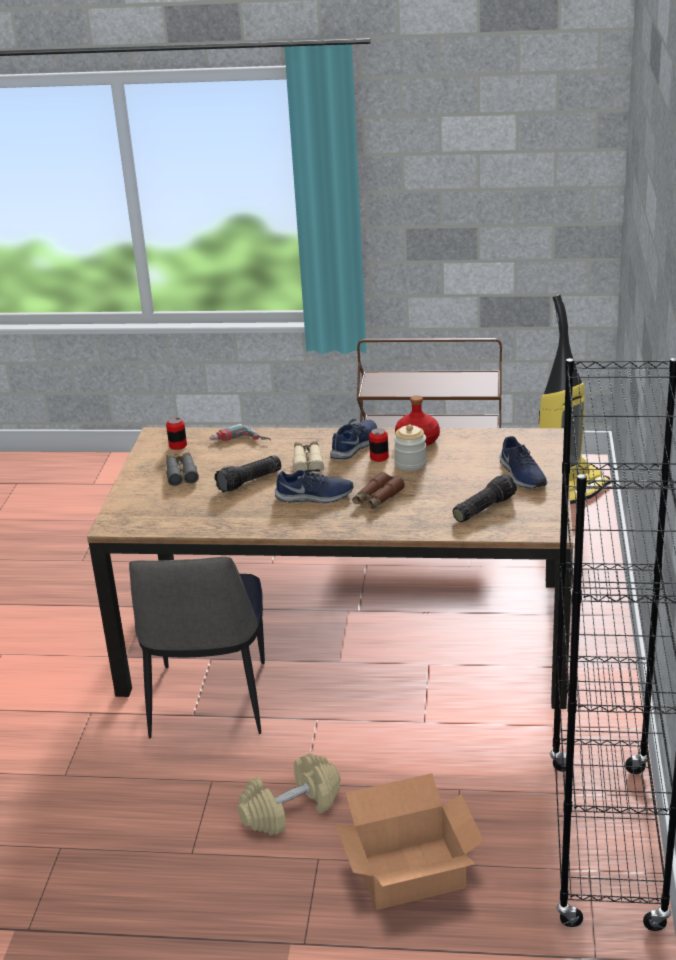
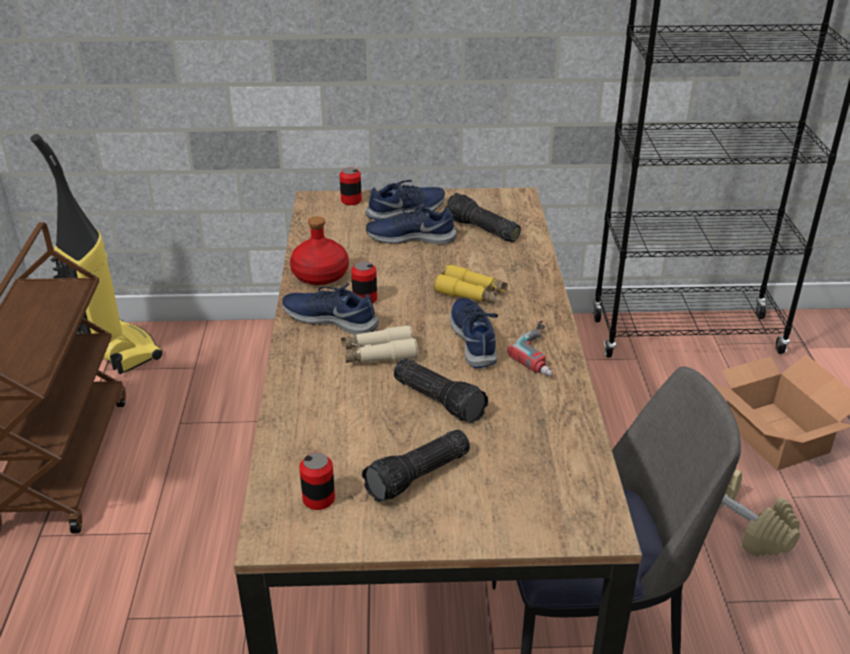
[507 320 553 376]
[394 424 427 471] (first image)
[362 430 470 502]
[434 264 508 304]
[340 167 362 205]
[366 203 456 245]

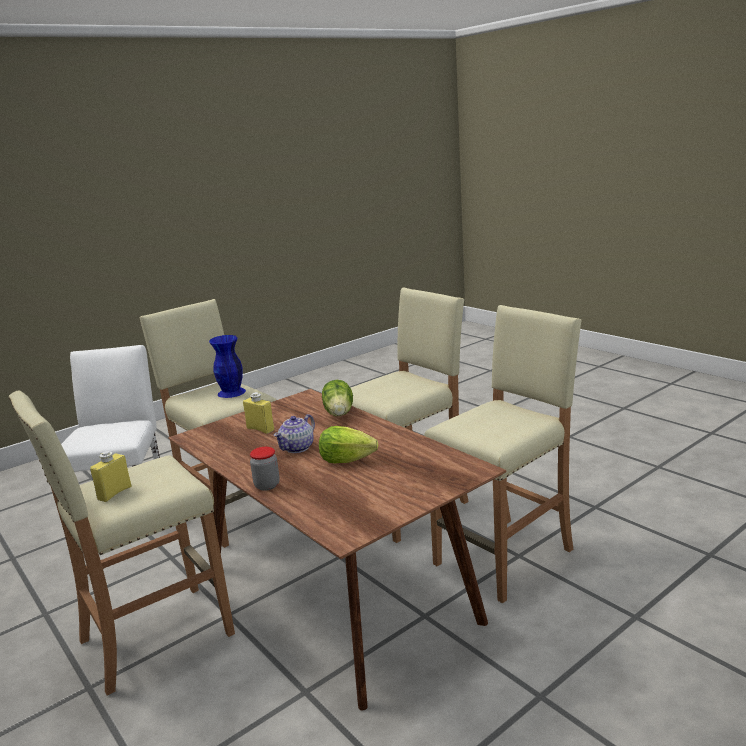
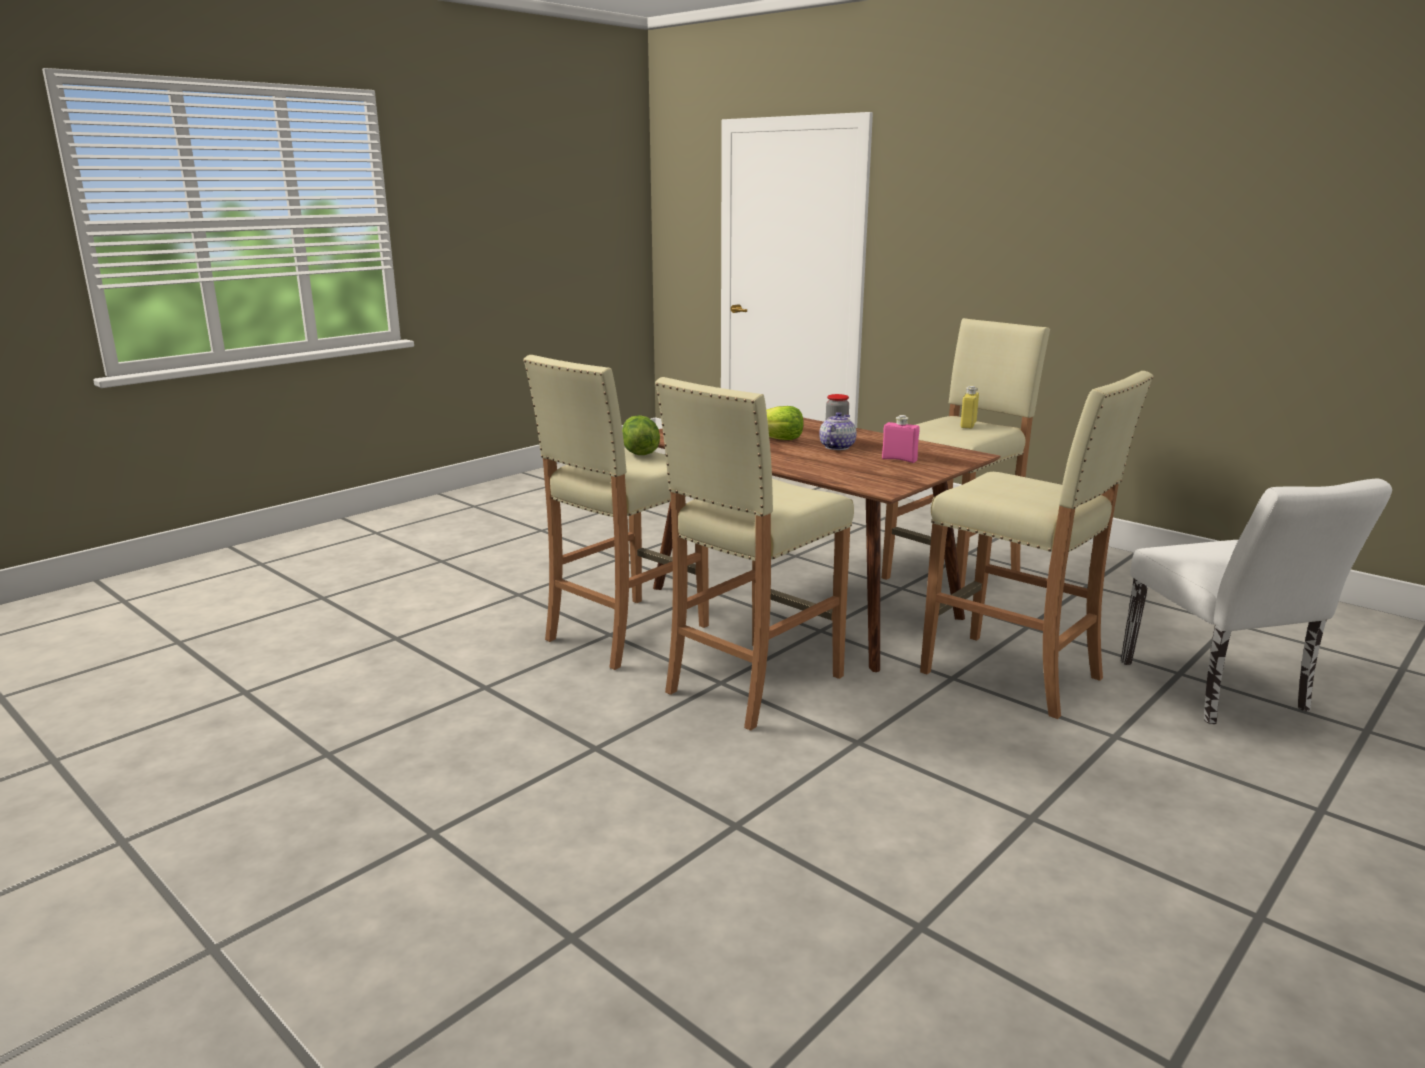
[209 335 246 398] (first image)
[622 415 660 455]
[882 415 920 463]

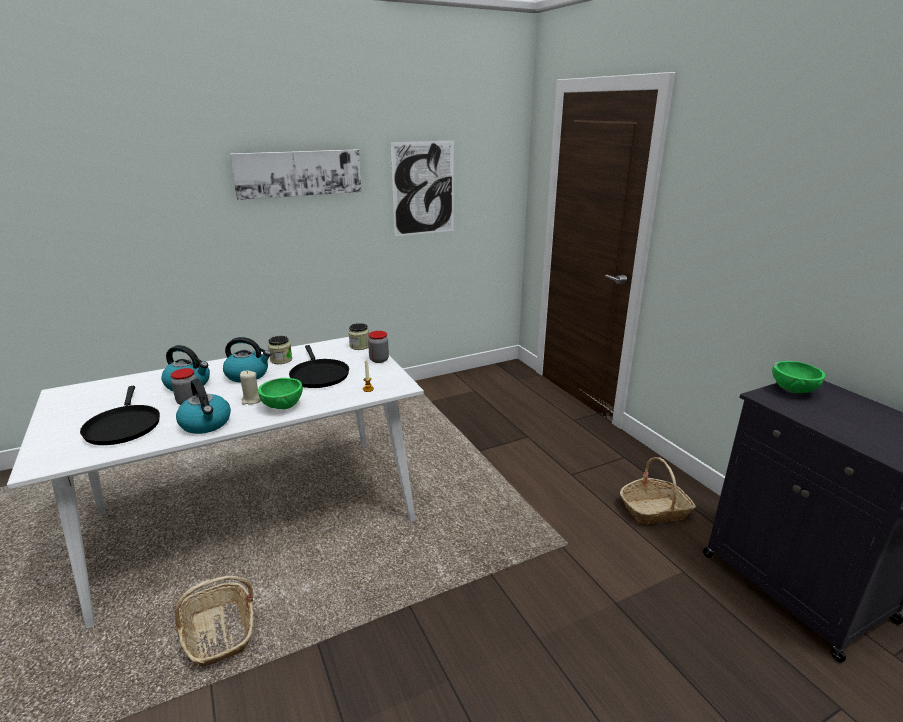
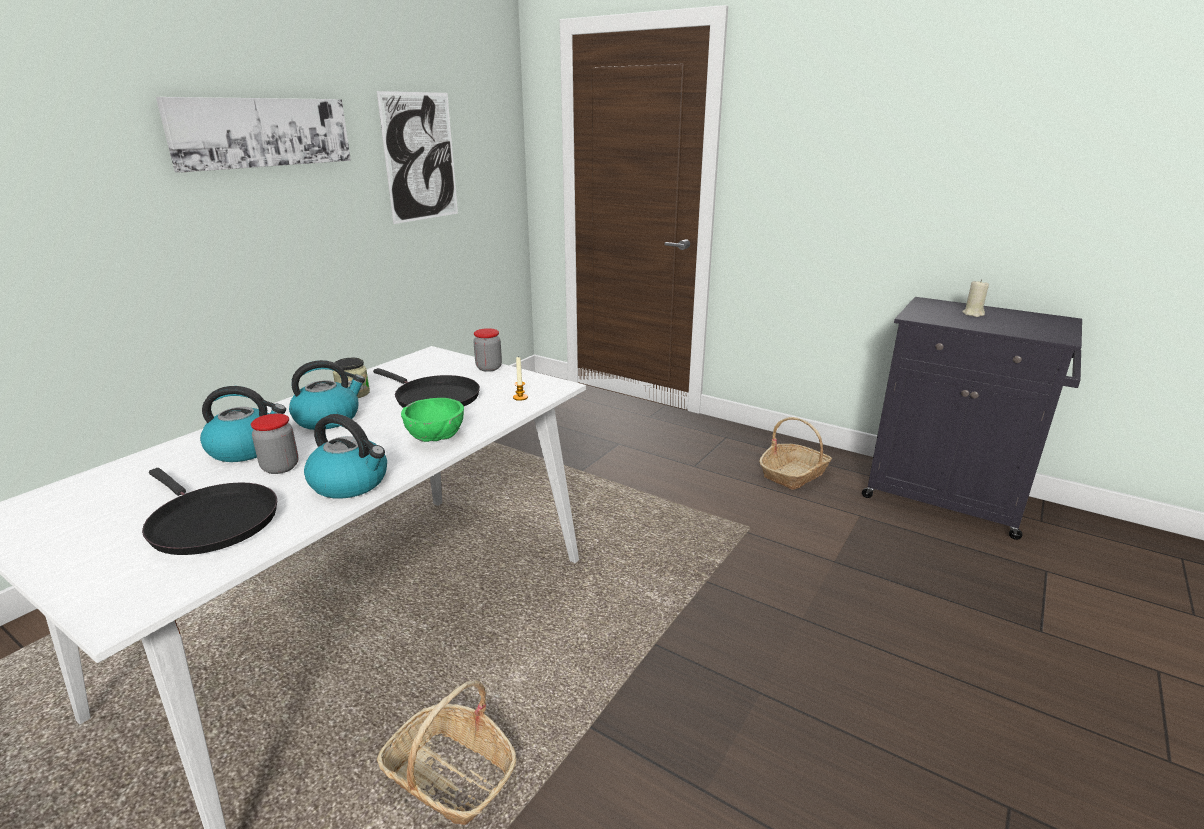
[348 323 369 350] (first image)
[772 361 825 393] (first image)
[962 279 989 317]

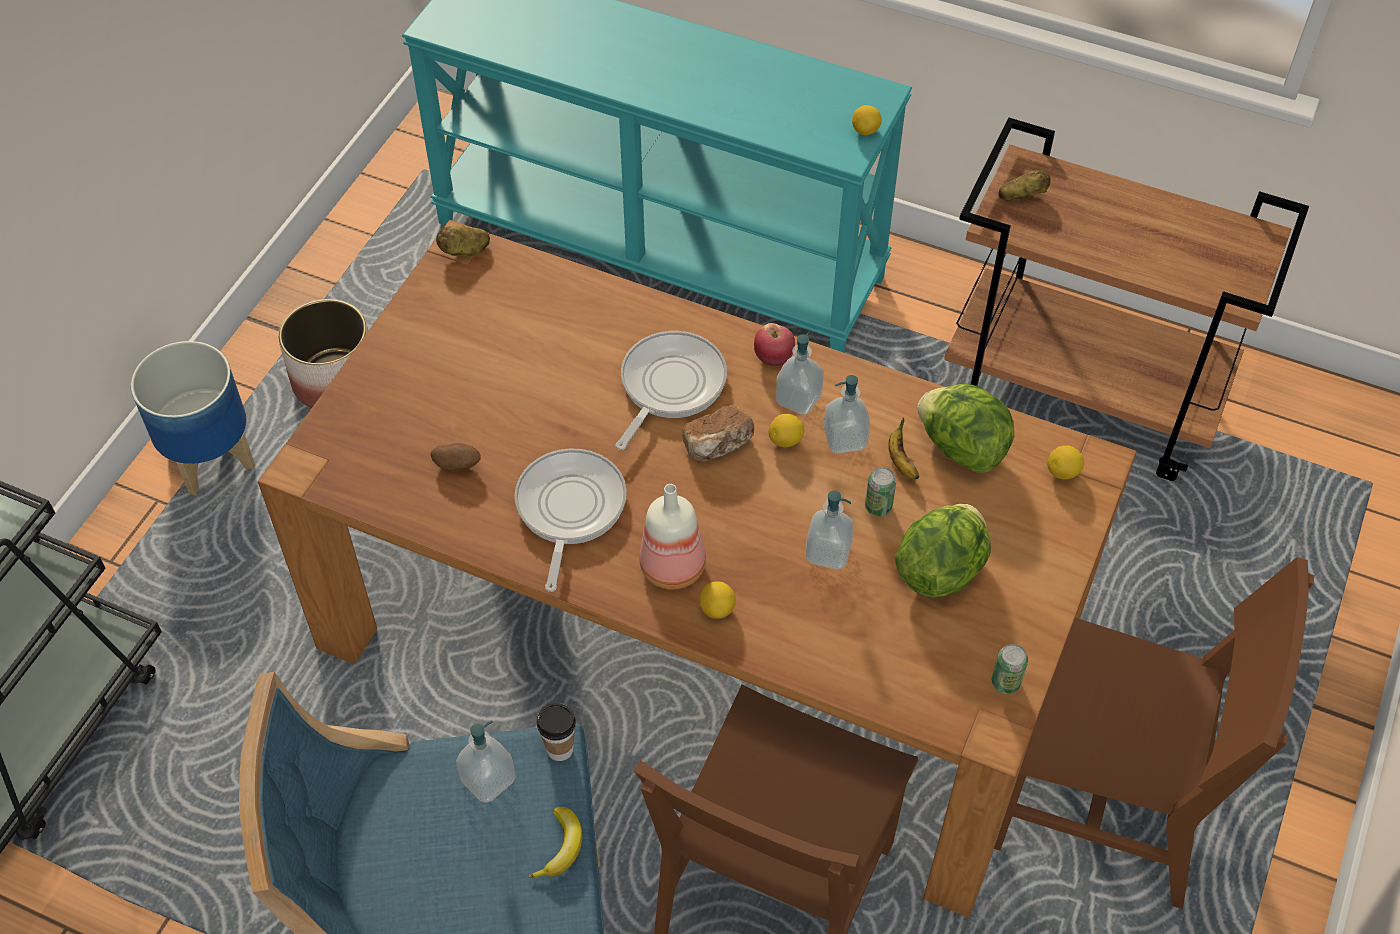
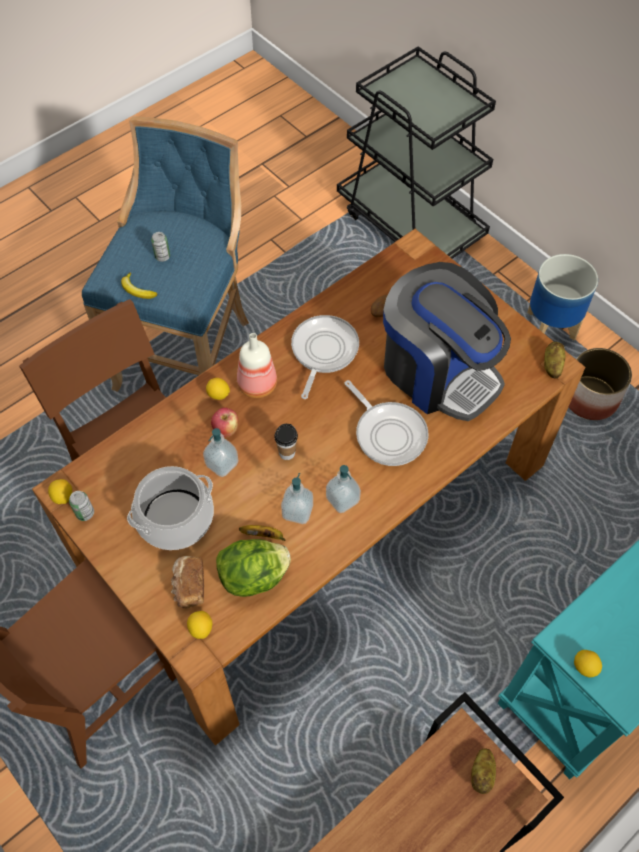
[211 408 238 438]
[171 556 204 609]
[48 479 72 504]
[291 315 359 399]
[151 232 170 262]
[127 466 214 550]
[274 424 298 460]
[456 720 516 803] (first image)
[383 262 511 421]

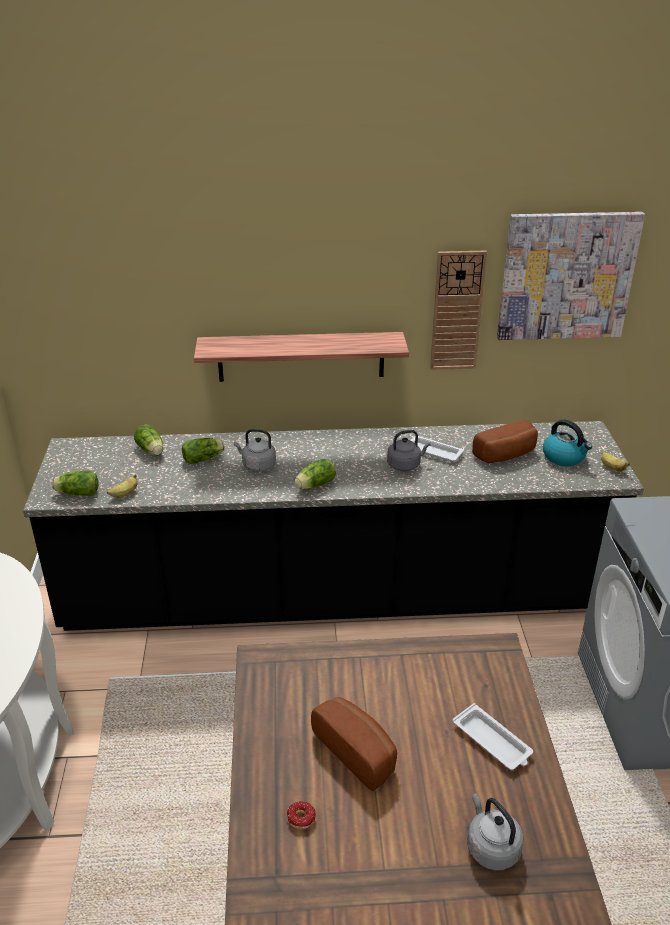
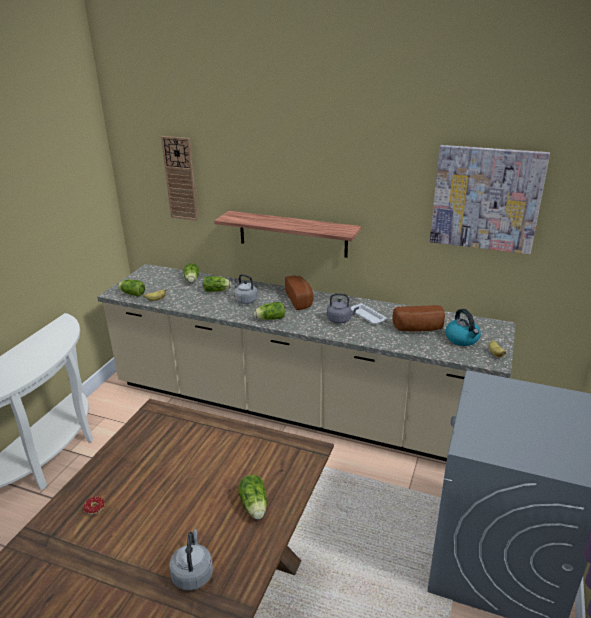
[161 136 198 221]
[97 264 516 461]
[285 275 314 310]
[238 475 267 519]

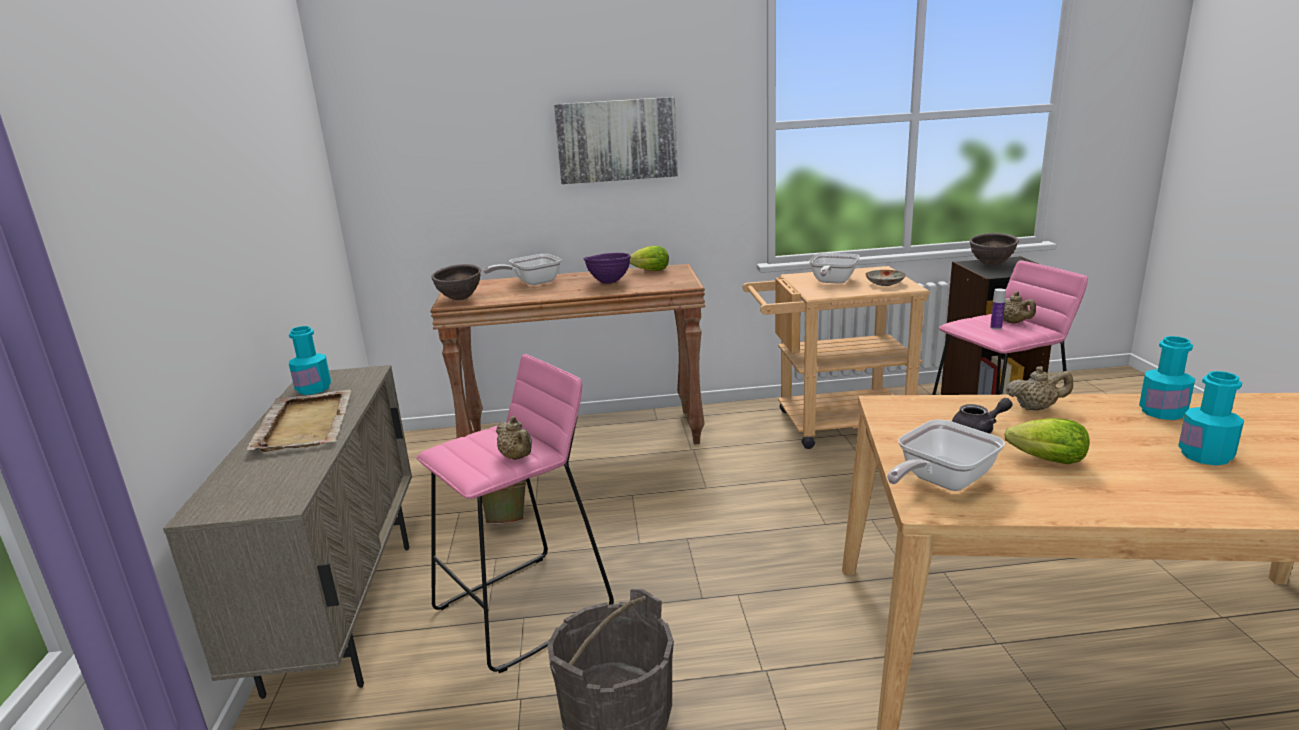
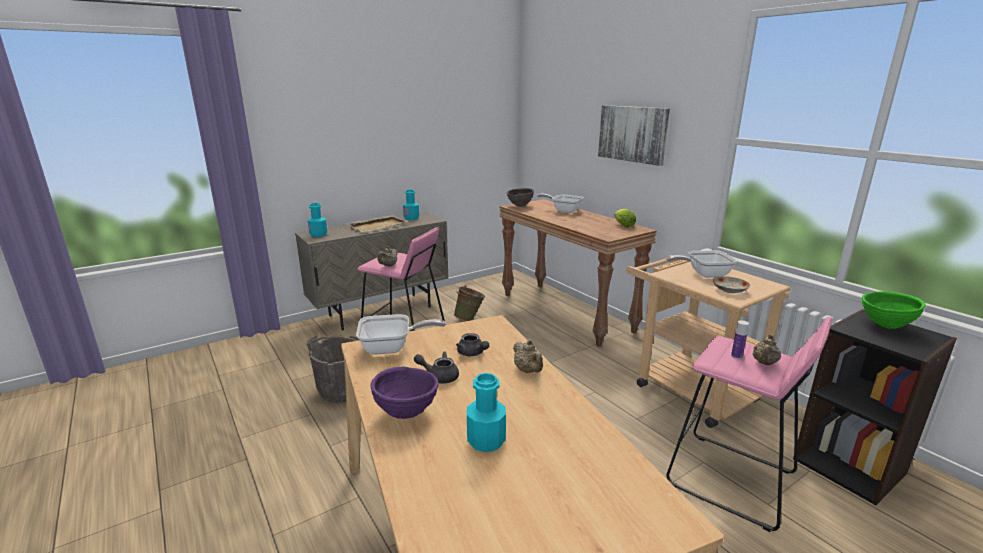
[862 291 926 329]
[370 367 439 419]
[308 203 327 237]
[414 351 459 384]
[356 314 446 355]

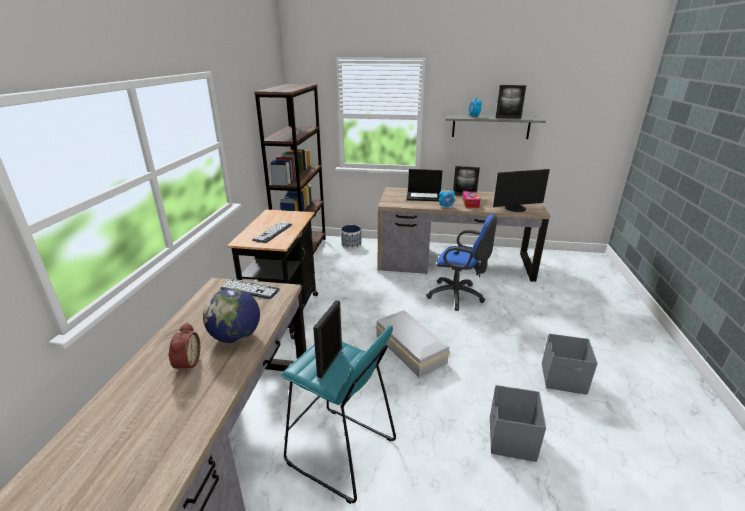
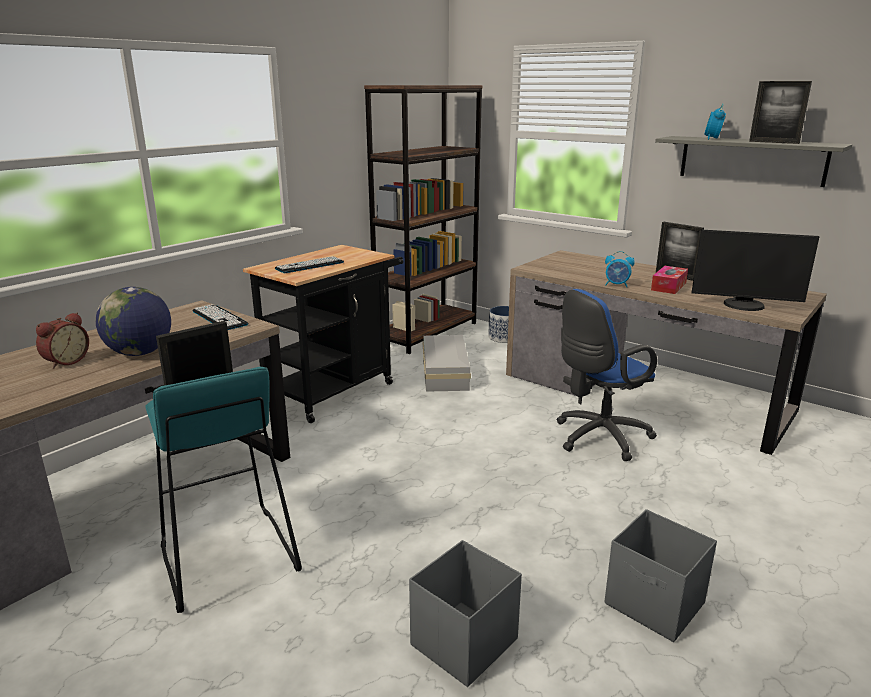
[406 169 442 202] (first image)
[556 289 657 461]
[423 335 471 392]

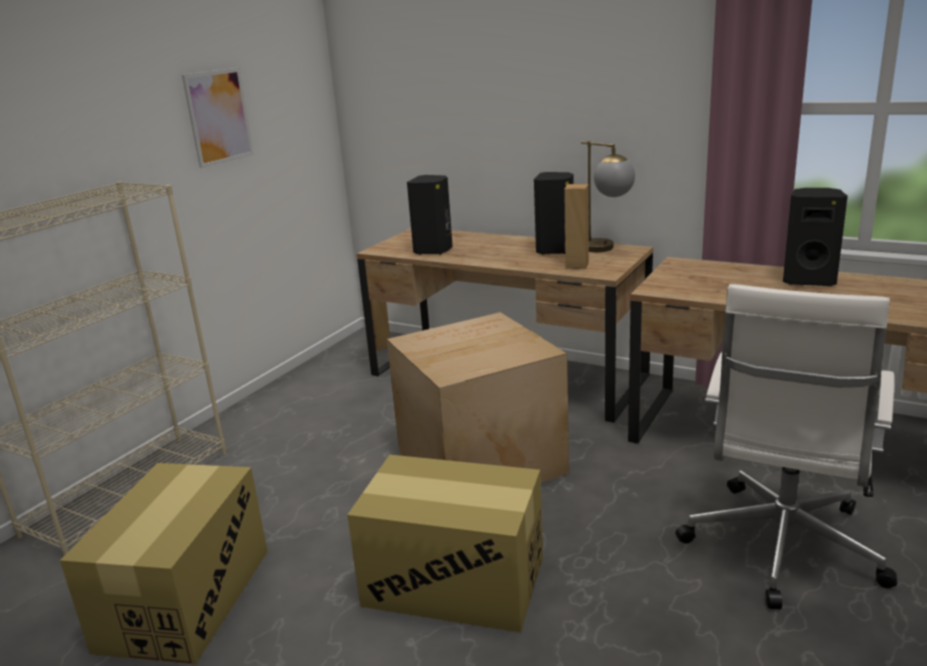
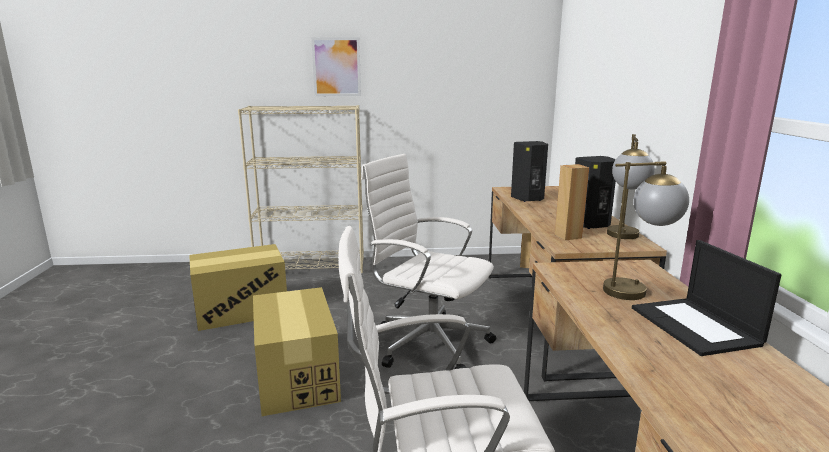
[311 37 361 96]
[632 240 781 356]
[361 154 496 369]
[603 161 689 300]

